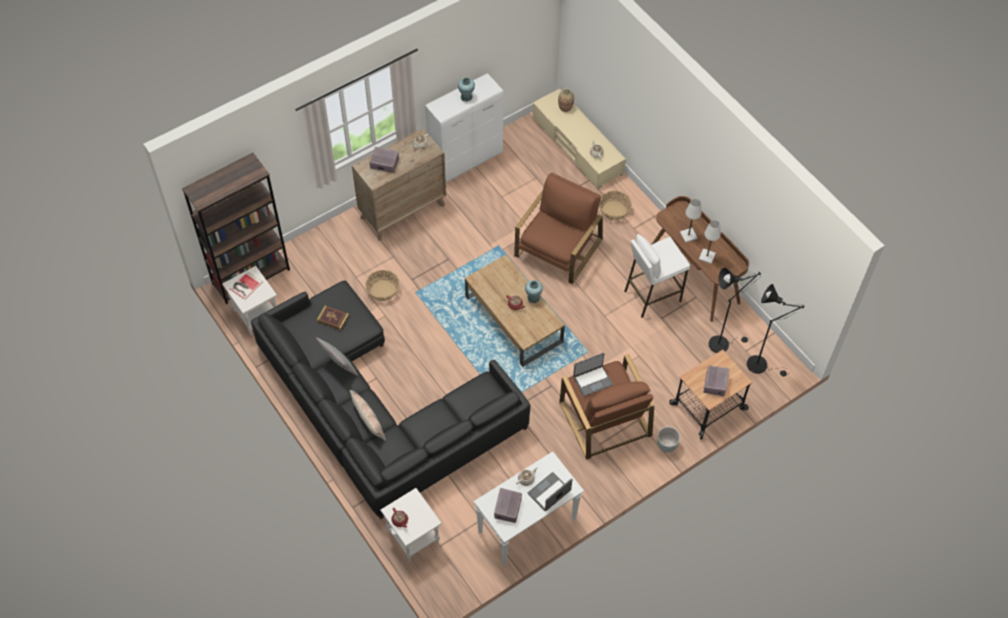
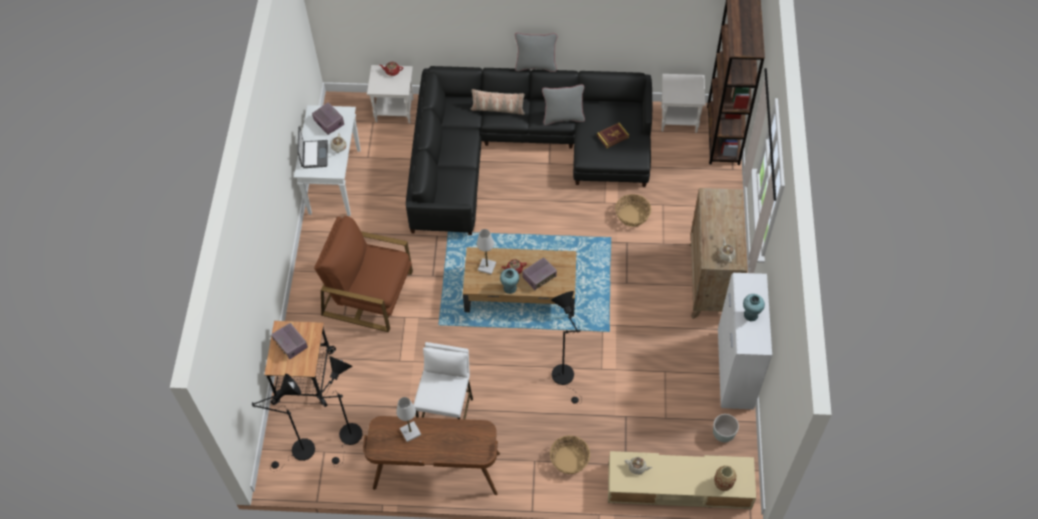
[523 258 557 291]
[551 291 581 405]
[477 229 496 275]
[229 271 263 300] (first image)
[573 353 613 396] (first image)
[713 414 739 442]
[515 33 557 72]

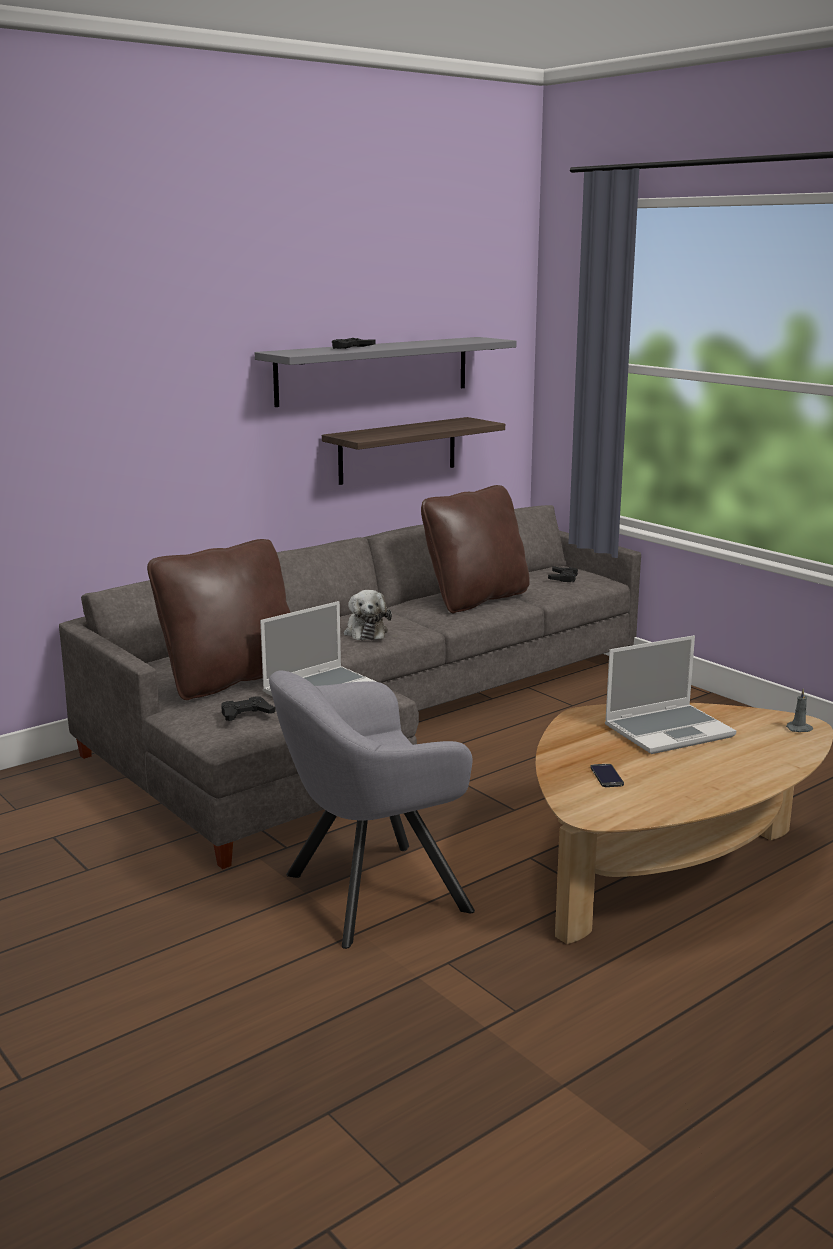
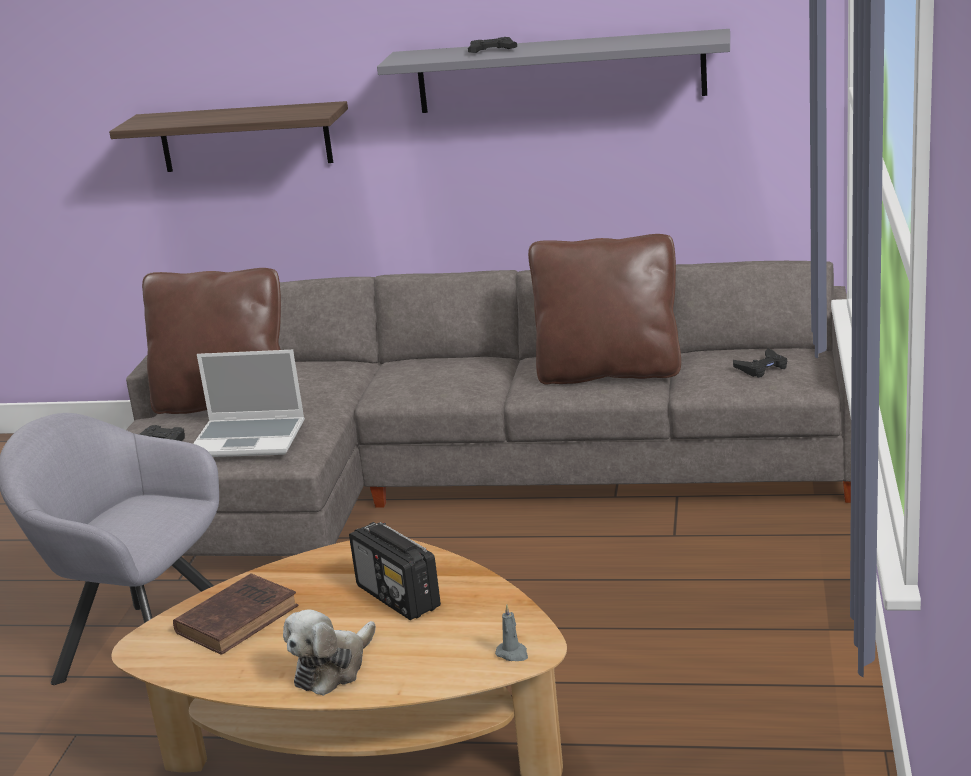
[109 101 348 172]
[283 610 376 696]
[349 522 441 620]
[173 573 298 655]

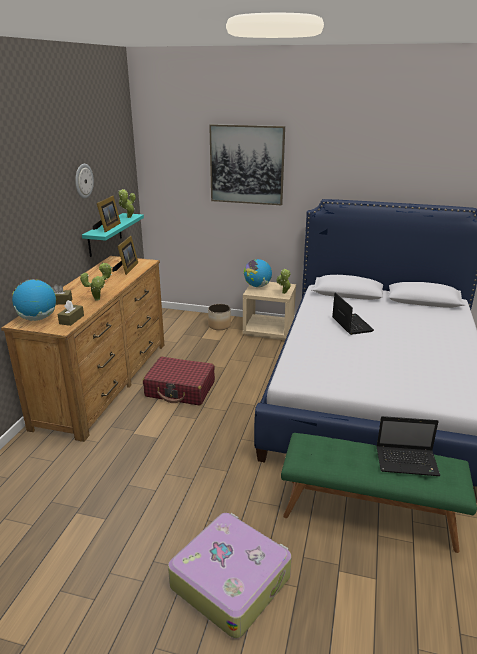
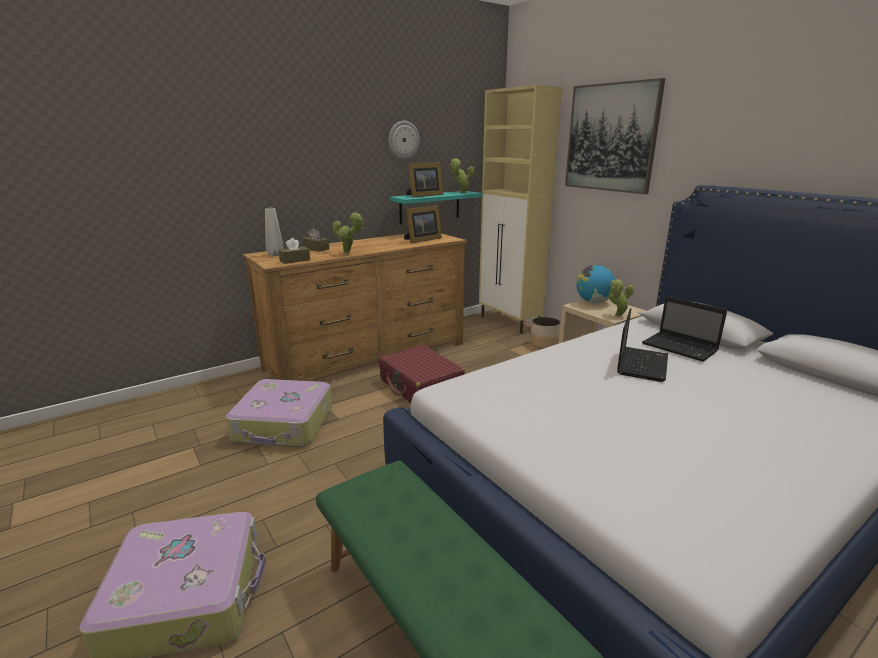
[265 208 284 256]
[642 296 727 362]
[479 85 562 334]
[225 379 332 447]

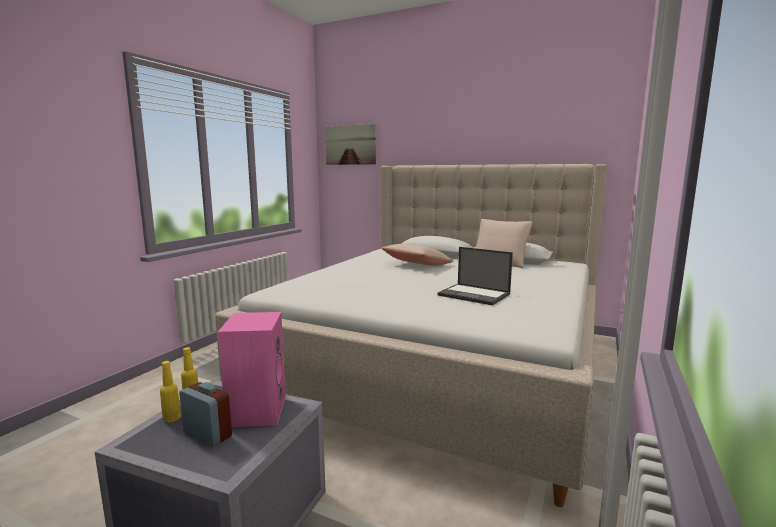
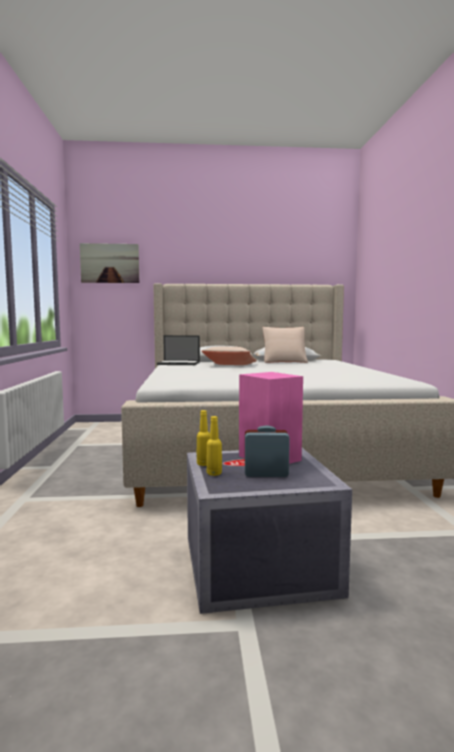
[157 335 200 365]

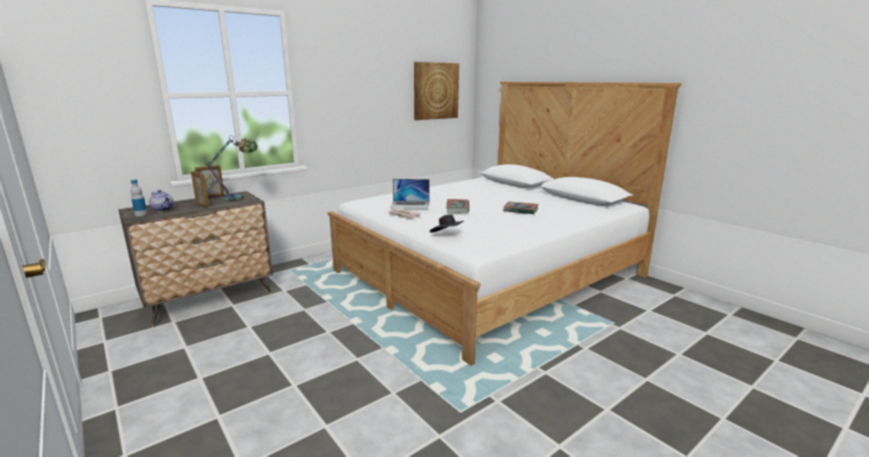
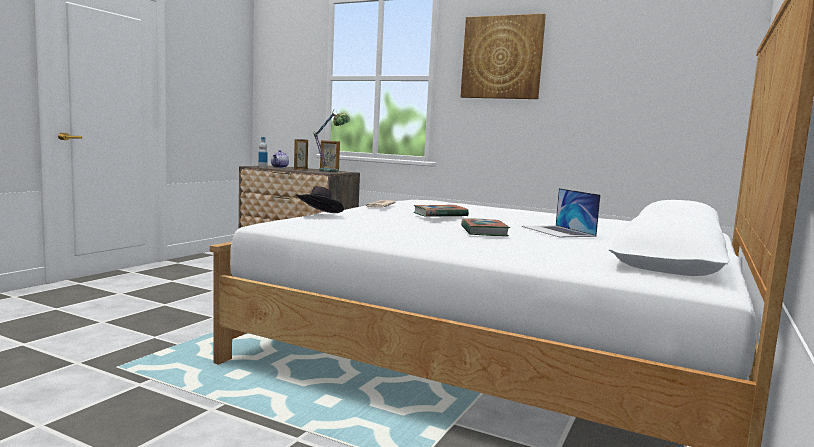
[460 14 546 99]
[522 188 601 237]

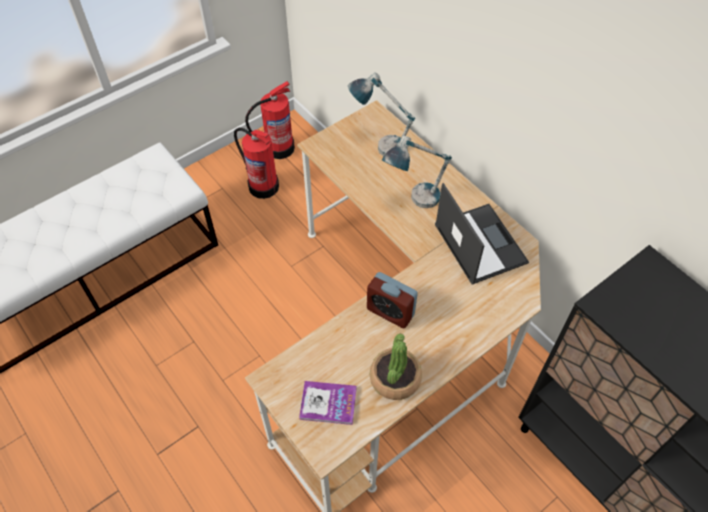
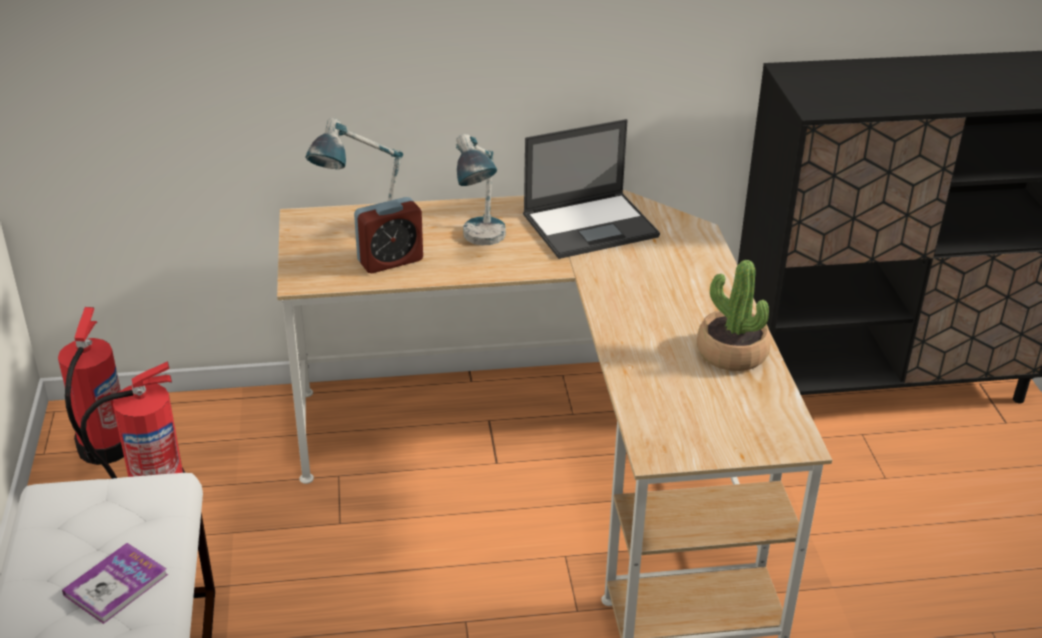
[523 119 660 259]
[354 197 423 273]
[62 543 168 624]

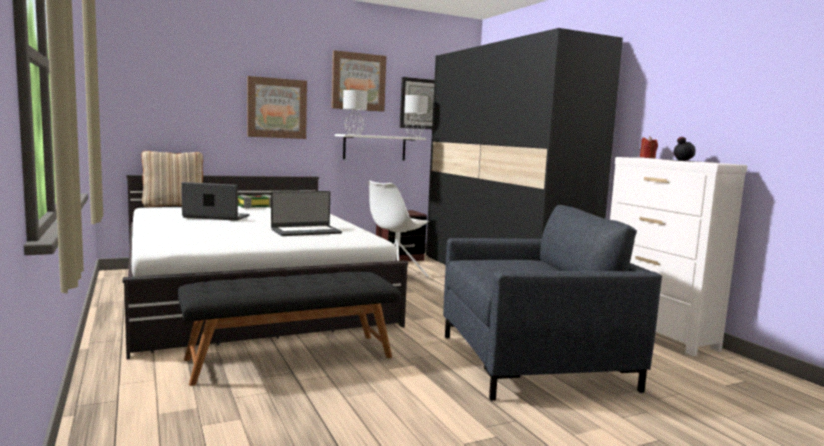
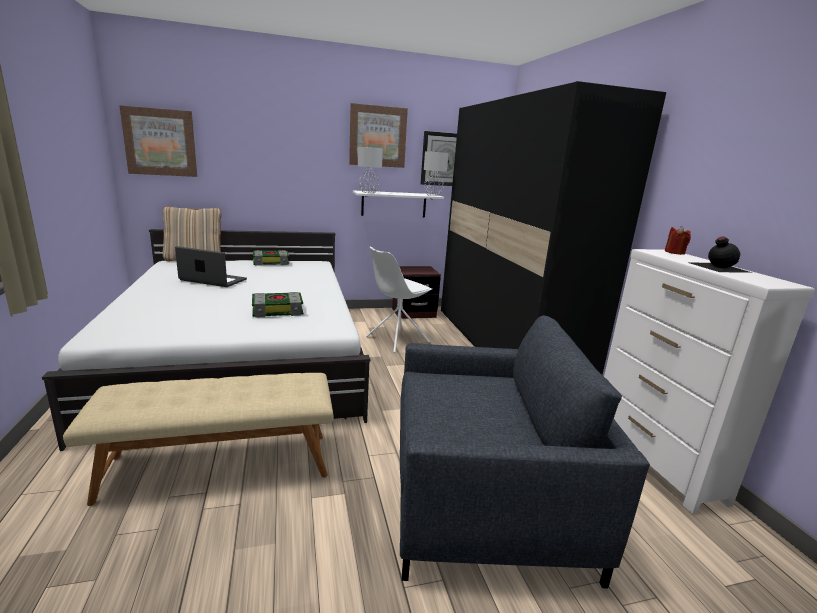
[119 105 197 177]
[252 292 303 318]
[63 373 333 506]

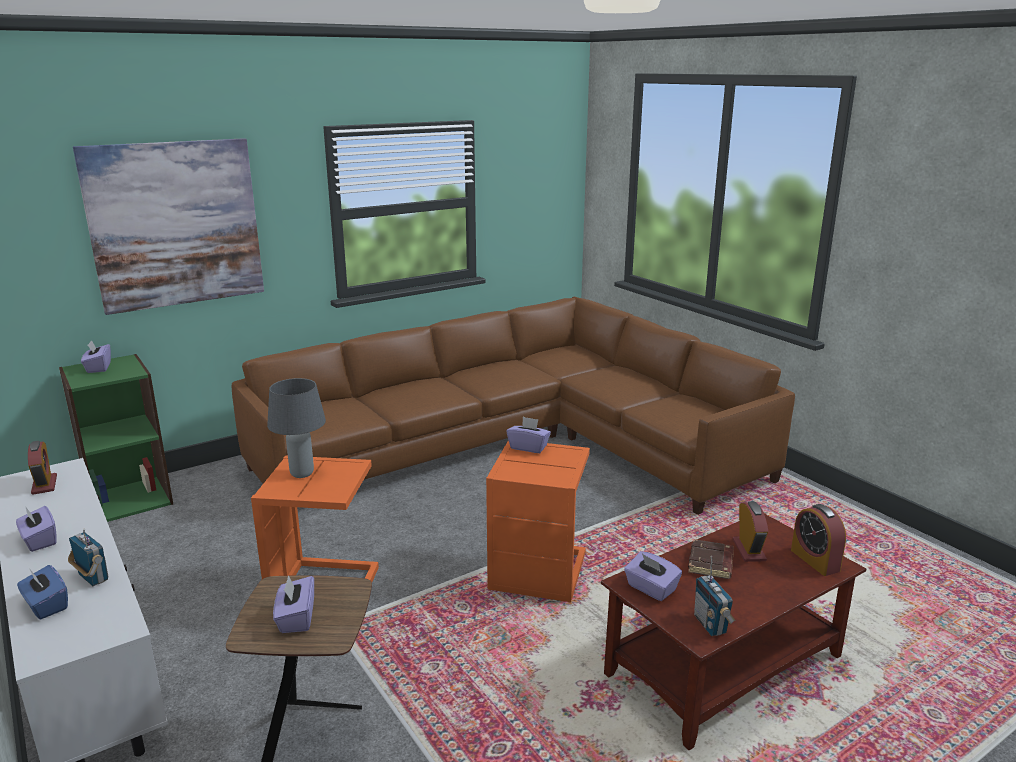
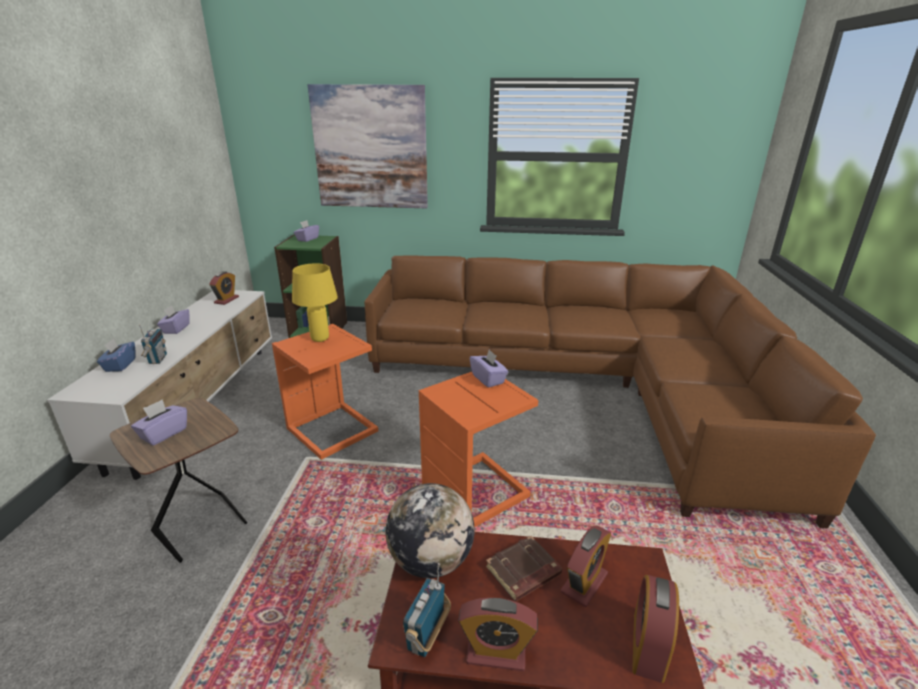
[292 263 338 342]
[385 483 475 578]
[458 597 538 671]

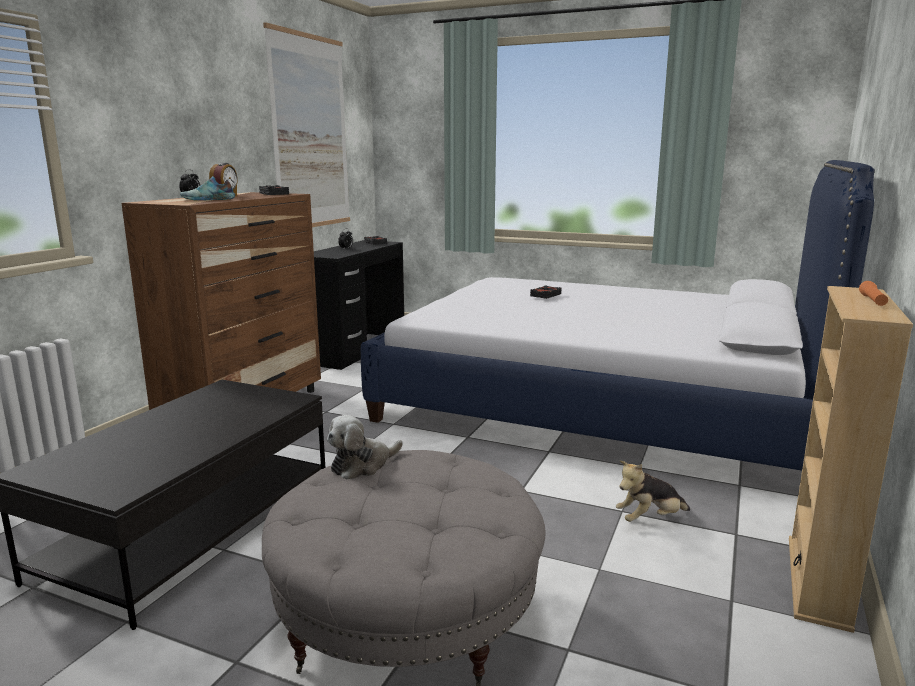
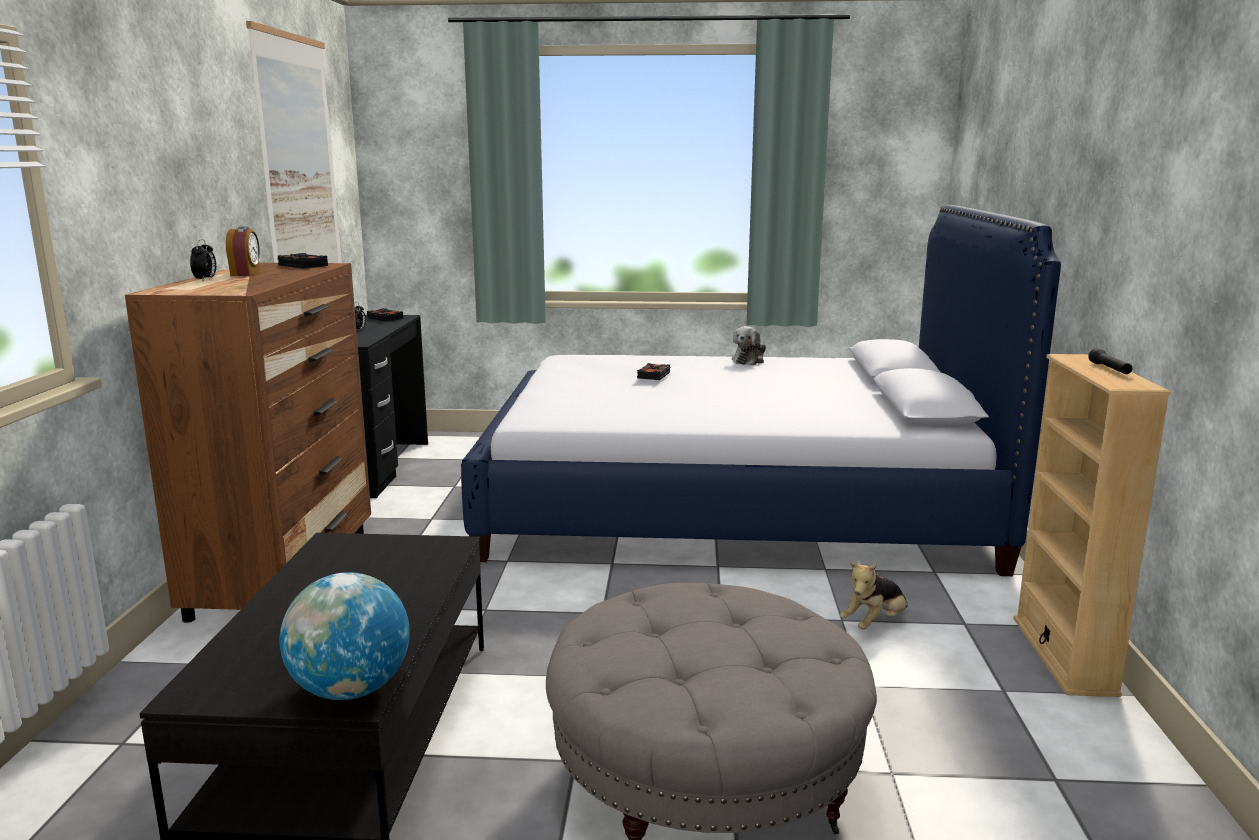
[180 176 235 201] (first image)
[1088 348 1133 374]
[732 326 766 365]
[280 572 410 700]

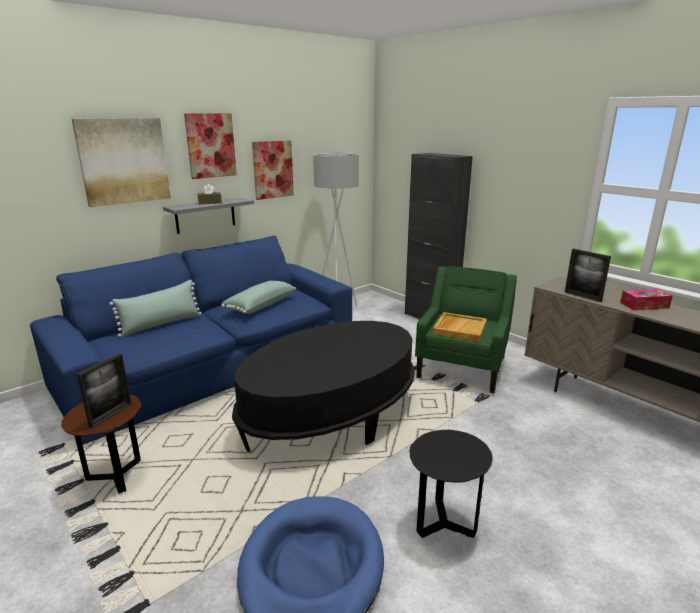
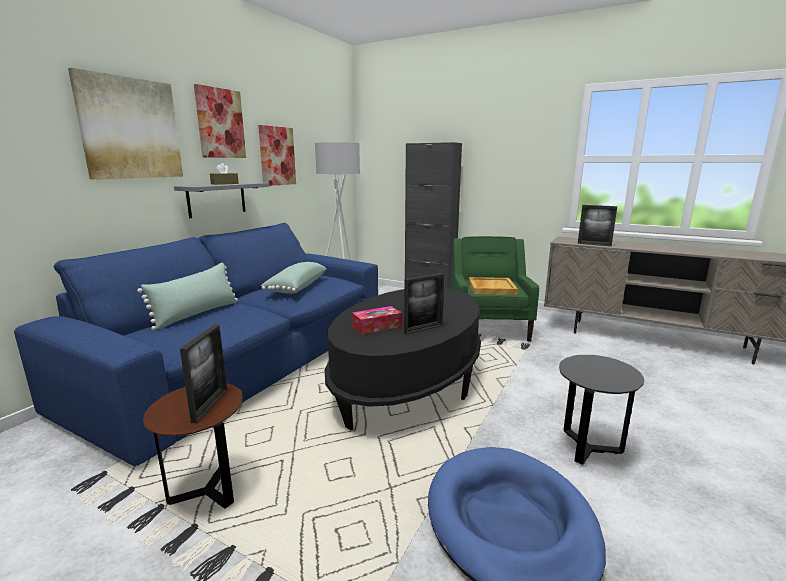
[352 306 402 334]
[404 273 444 334]

